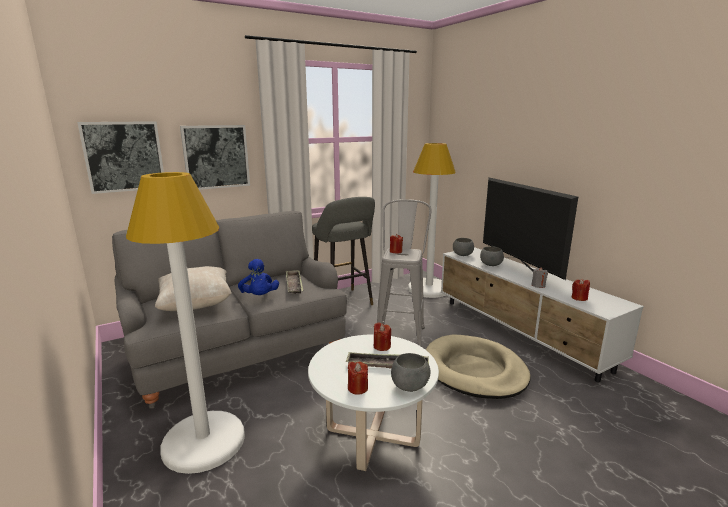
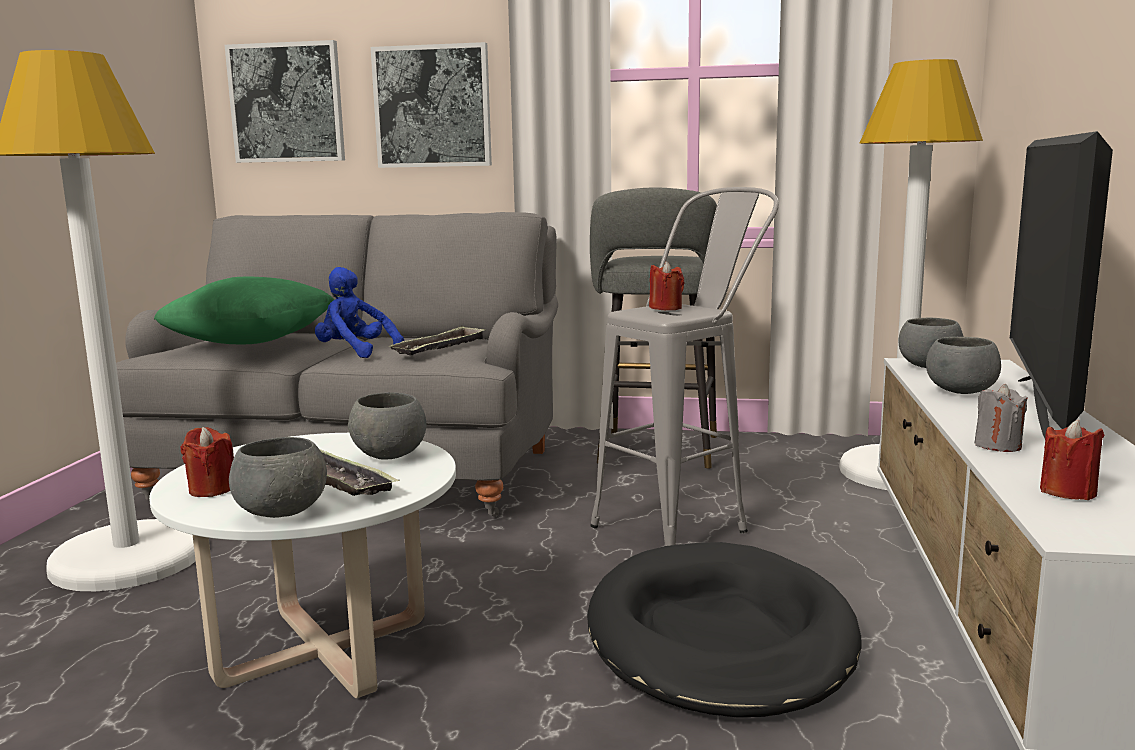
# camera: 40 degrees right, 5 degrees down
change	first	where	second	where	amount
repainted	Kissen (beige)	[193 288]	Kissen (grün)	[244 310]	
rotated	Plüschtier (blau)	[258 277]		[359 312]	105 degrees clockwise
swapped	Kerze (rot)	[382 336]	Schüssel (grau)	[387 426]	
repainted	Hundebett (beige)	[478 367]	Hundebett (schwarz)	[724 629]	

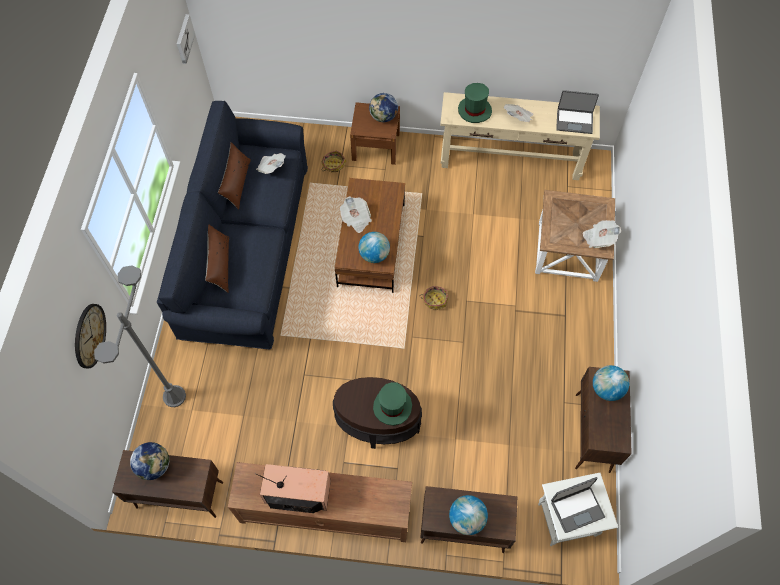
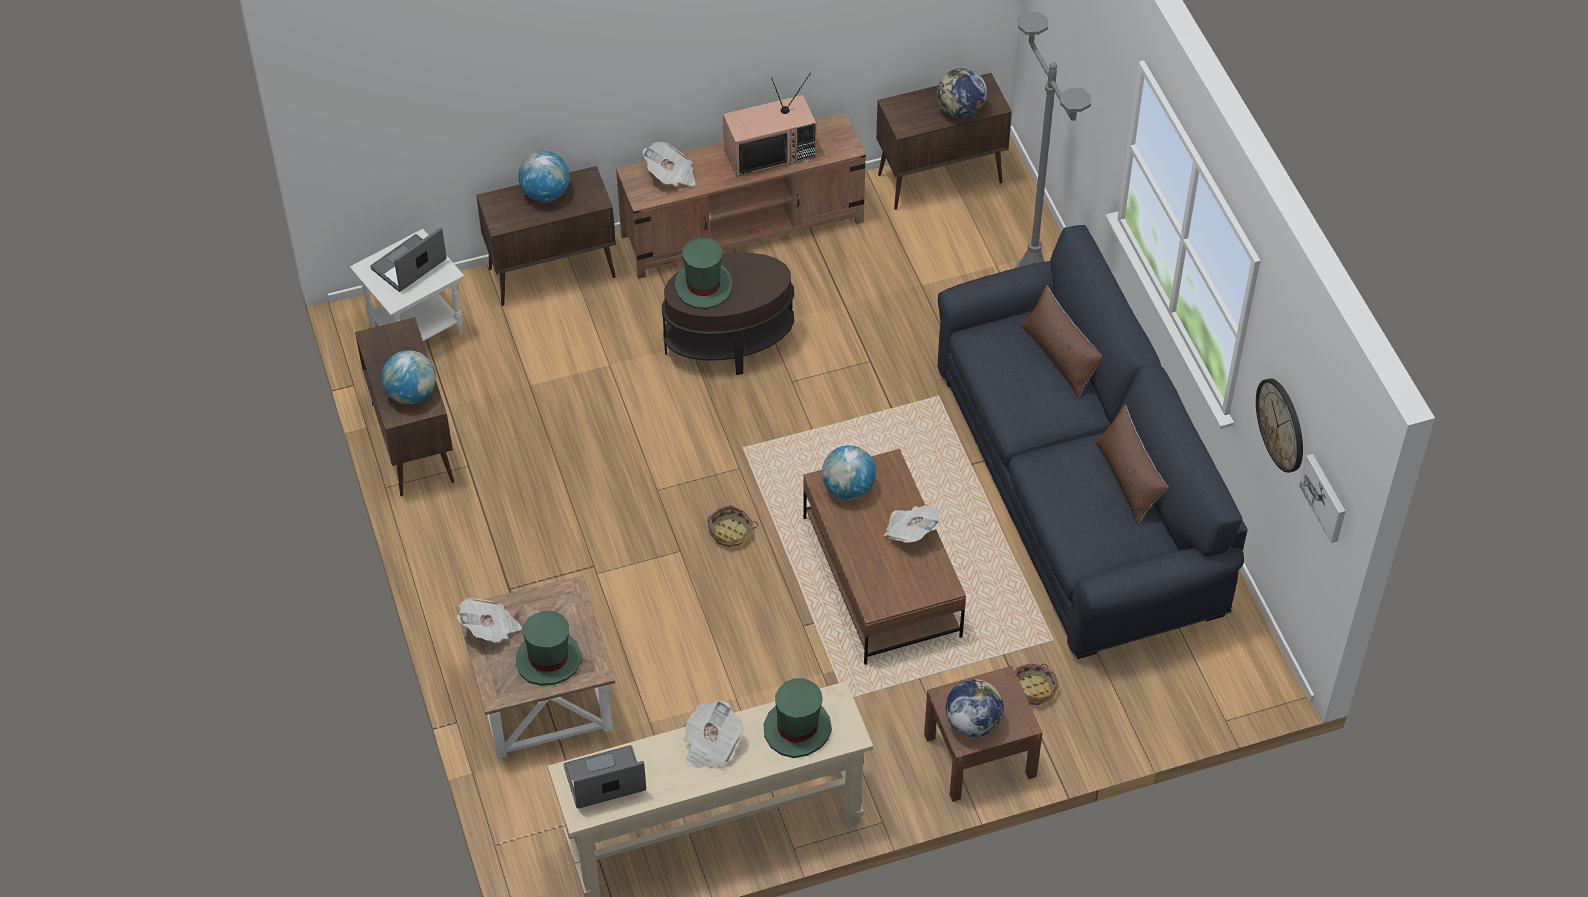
# camera: 155 degrees right, 10 degrees down
change	first	where	second	where	amount
new			Hut (grün)	[548 648]	
shifted	Zeitung	[271 163]		[669 164]	
shifted	Wanduhr	[90 336]		[1279 425]	

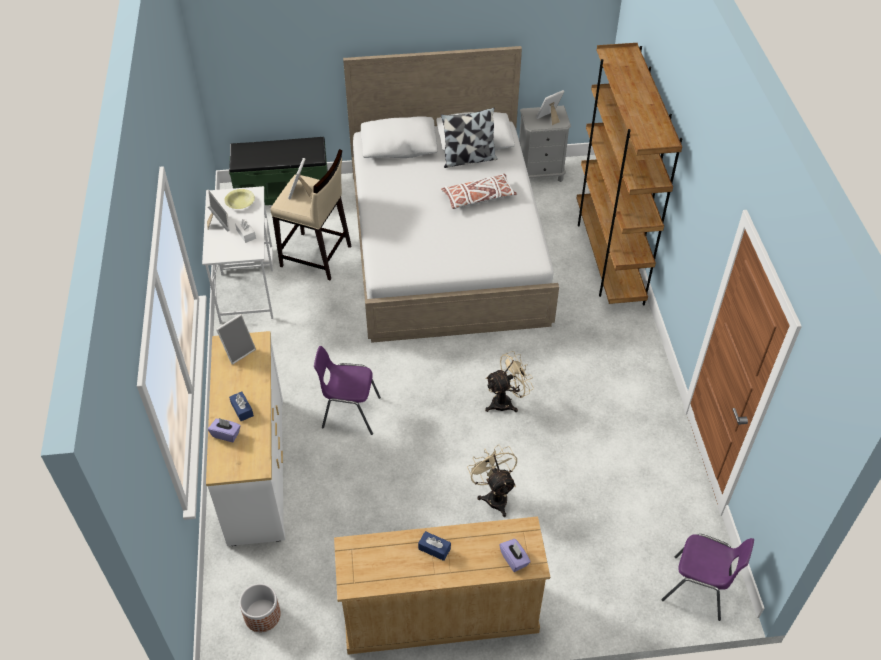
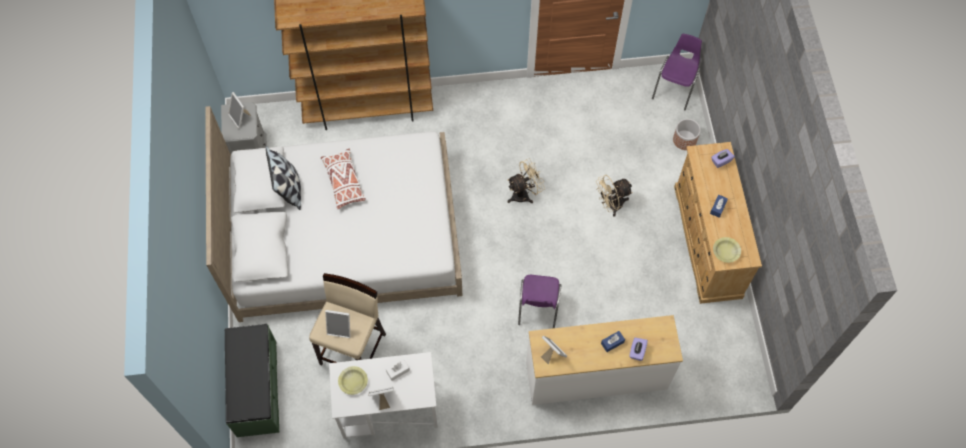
# camera: 90 degrees left, 15 degrees up
change	first	where	second	where	amount
rotated	Ventilator (beige)	[509 381]		[526 180]	90 degrees clockwise
shifted	Pflanzkübel	[260 608]		[687 134]	
new			Schüssel (gelb)	[727 250]	

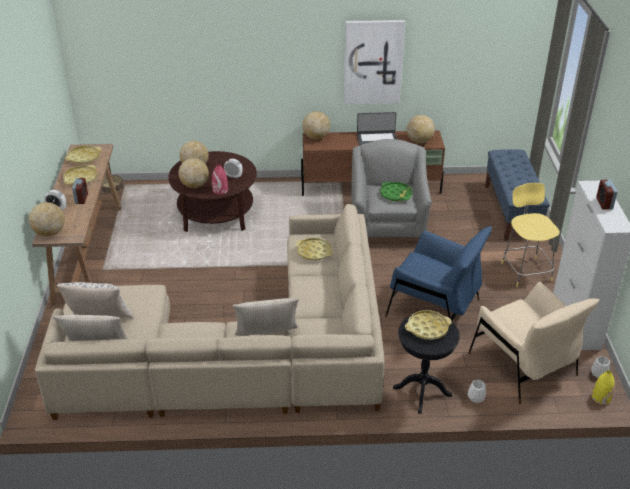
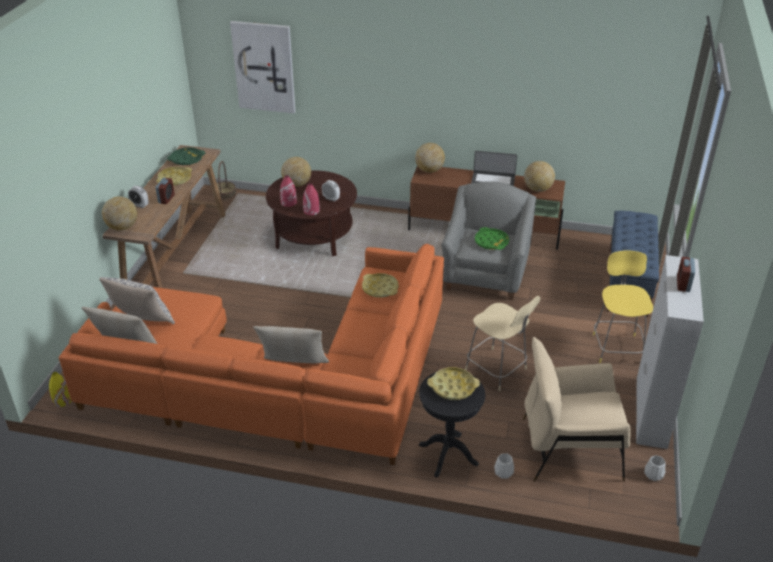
# camera: 15 degrees right, 0 degrees up
change	first	where	second	where	amount
shifted	Vase (gelb)	[603 387]		[60 389]	
repainted	Sofa (beige)	[210 312]	Sofa (orange)	[251 354]	
repainted	Tablett (gelb)	[83 155]	Tablett (grün)	[186 156]	
shifted	Bild	[374 62]		[263 67]	
swapped	Globus	[194 173]	Vase (rot)	[288 191]	
swapped	Sessel (blau)	[438 273]	Hocker (beige)	[502 343]	
rotated	Sessel (beige)	[534 343]		[577 409]	105 degrees clockwise

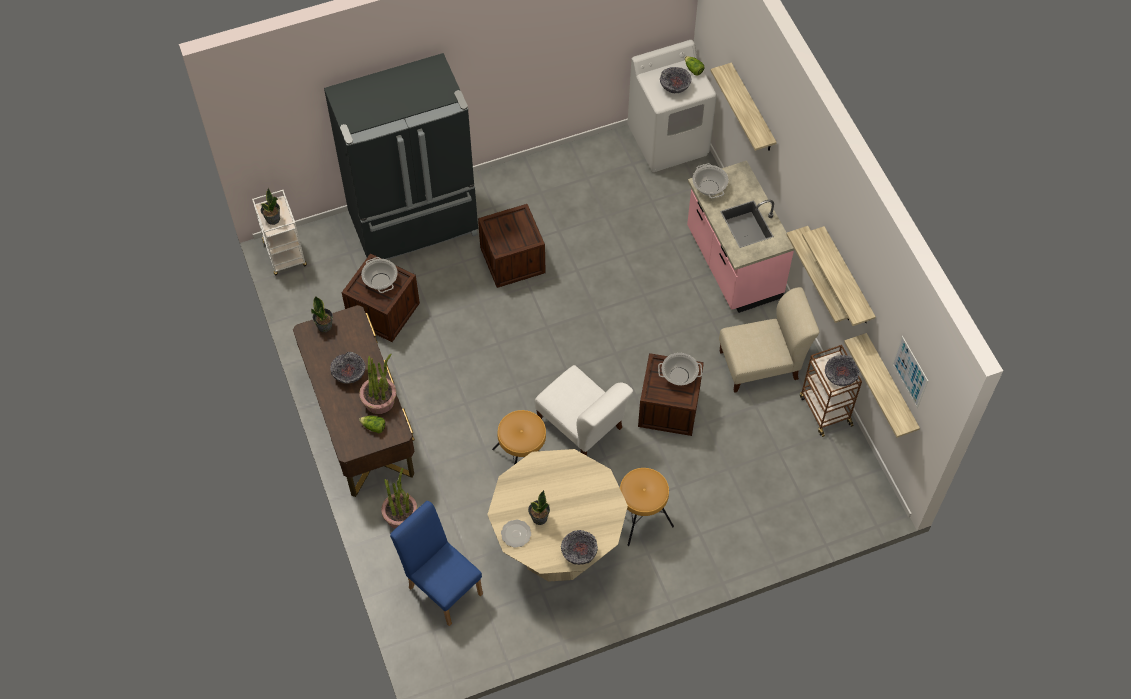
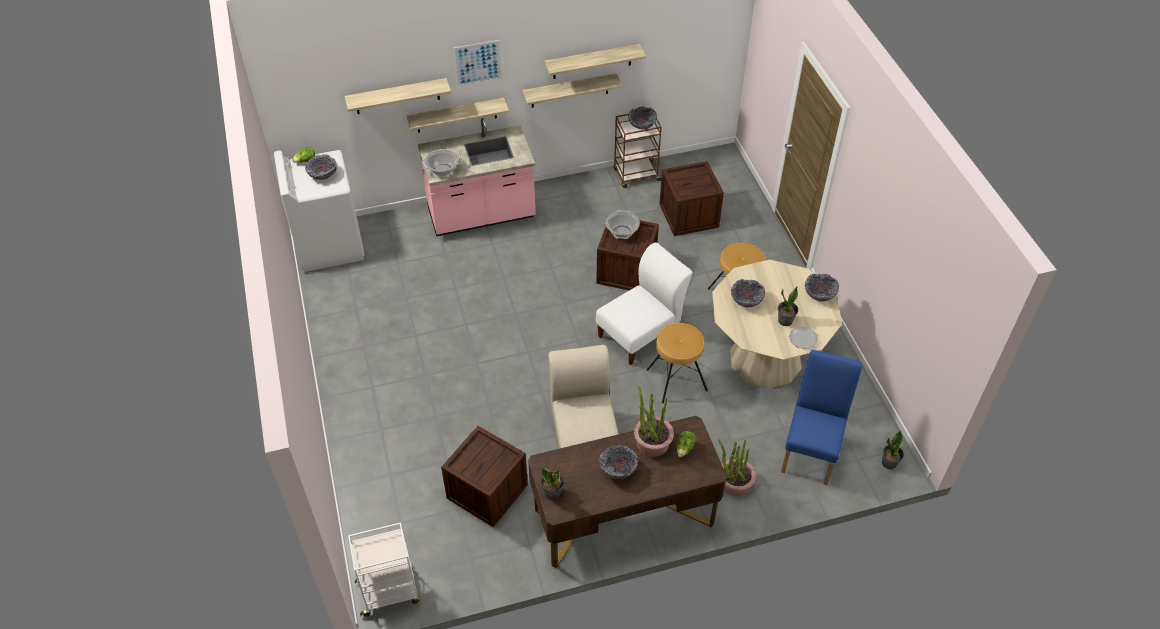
# camera: 85 degrees left, 10 degrees down
change	first	where	second	where	amount
shifted	Wandregal	[882 385]		[458 115]	
shifted	Bild	[910 372]		[478 63]	
shifted	Stuhl (beige)	[769 340]		[583 397]	
shifted	Kiste	[512 246]		[691 198]	
new			Schüssel	[748 293]	
rotated	Stuhl (blau)	[436 563]		[822 417]	150 degrees clockwise
shifted	Topfpflanze	[270 206]		[893 450]	
gone	Kühlschrank (schwarz)	[401 156]			
gone	Kochtopf	[379 275]			

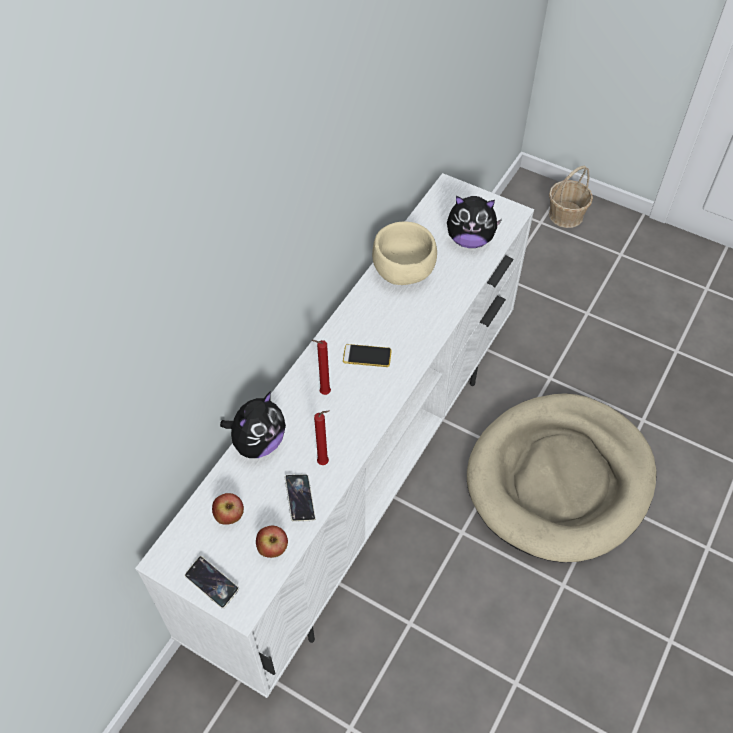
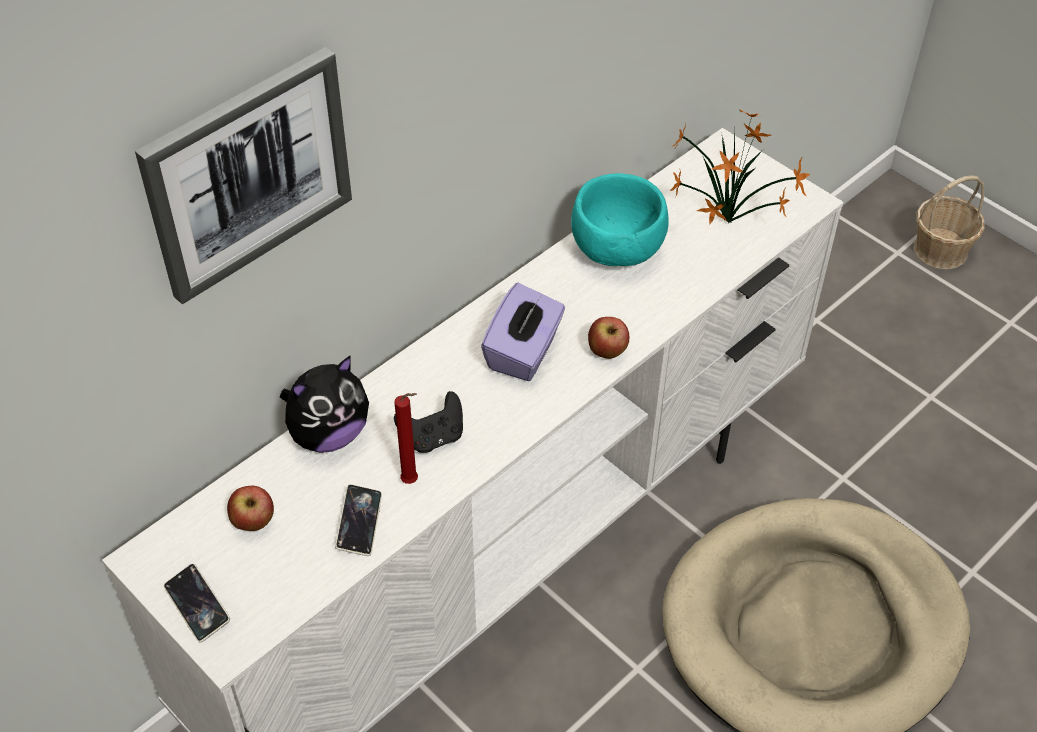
# camera: 15 degrees right, 5 degrees down
change	first	where	second	where	amount
new			Bild	[243 175]	
new			Gamepad (schwarz)	[428 422]	
swapped	Handy	[367 355]	Taschentuchbox (lila)	[523 332]	
repainted	Schüssel (beige)	[404 253]	Schüssel (türkis)	[620 219]	
shifted	Apfel	[272 541]		[608 338]	
swapped	Plüschtier	[474 222]	Topfpflanze	[740 167]	
gone	Kerze (rot)	[321 367]			

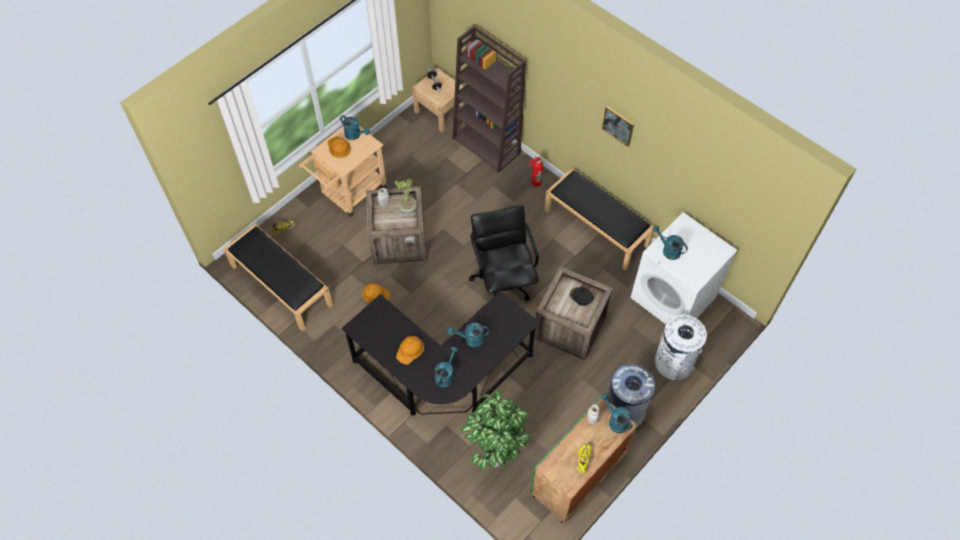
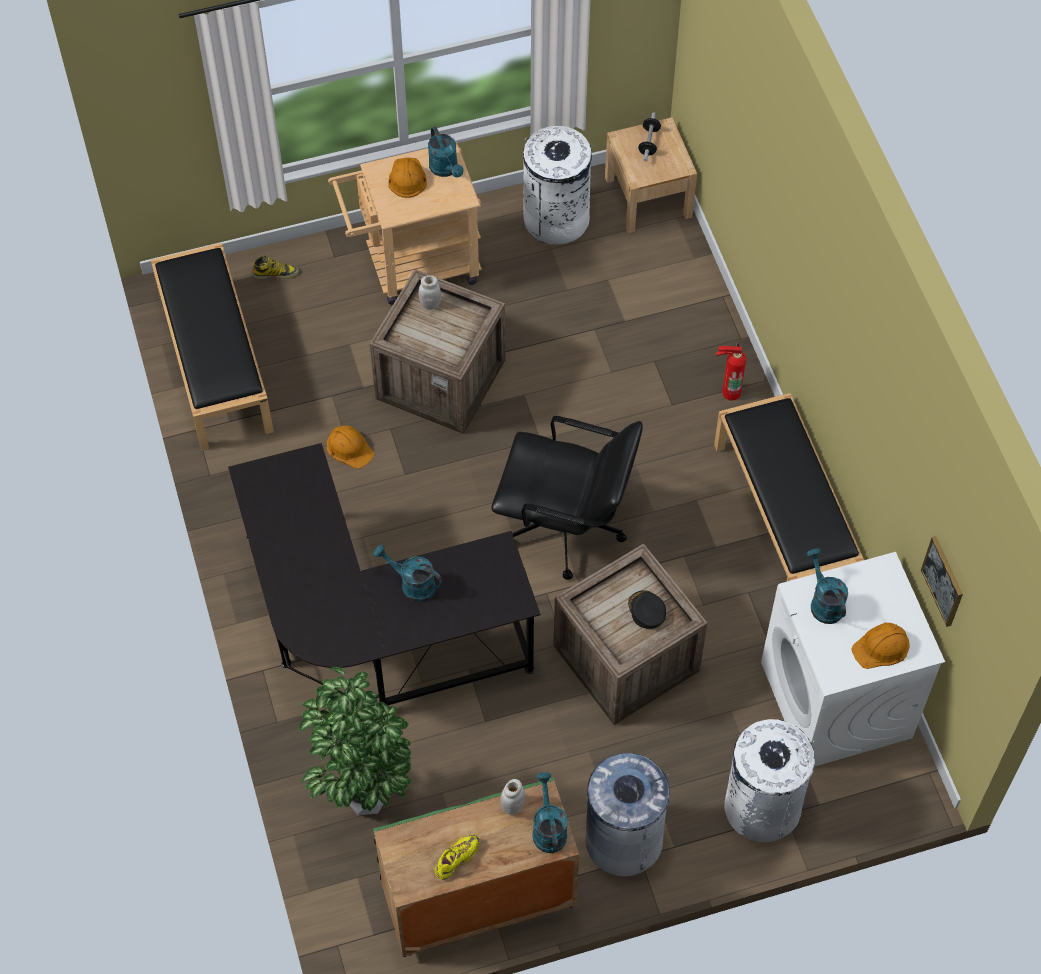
# camera: 30 degrees right, 0 degrees up
change	first	where	second	where	amount
rotated	Bürostuhl (schwarz)	[504 253]		[567 498]	90 degrees clockwise
new			Mülleimer (weiß)	[557 185]	
shifted	Schutzhelm (orange)	[410 350]		[880 646]	
shifted	Bild	[618 126]		[942 581]	
gone	Topfpflanze	[405 196]			
gone	Gießkanne (türkis)	[446 367]			
gone	Bücherregal (braun)	[489 99]			

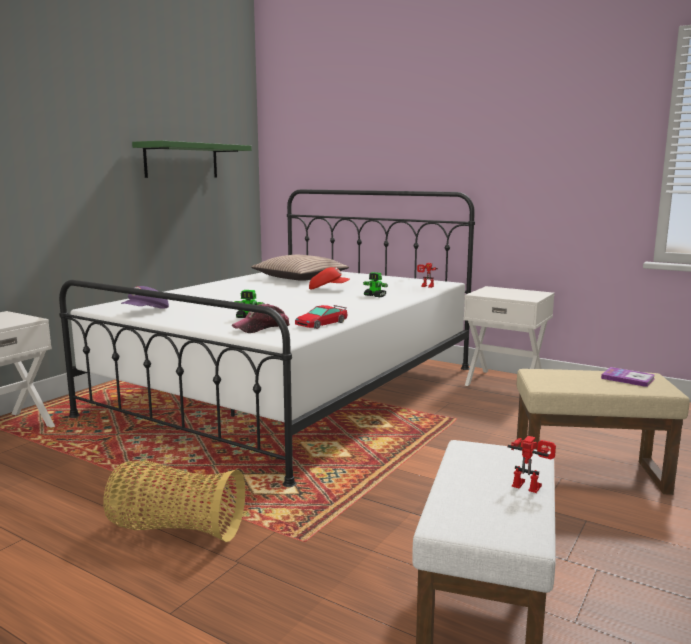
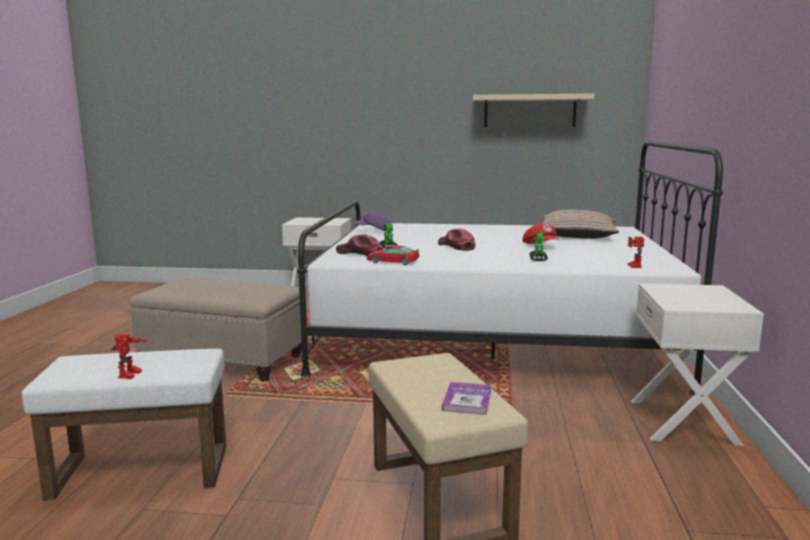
# camera: 65 degrees right, 0 degrees up
change	first	where	second	where	amount
swapped	Korb	[174 501]	Polsterhocker (beige)	[215 330]	
new			Kappe	[456 240]	
repainted	Wandregal (grün)	[191 159]	Wandregal (beige)	[534 110]	

